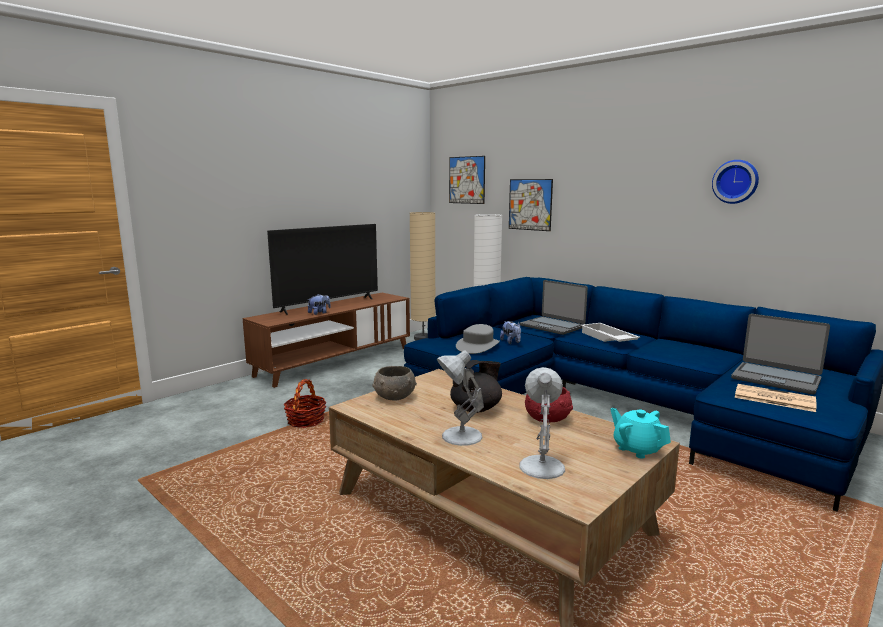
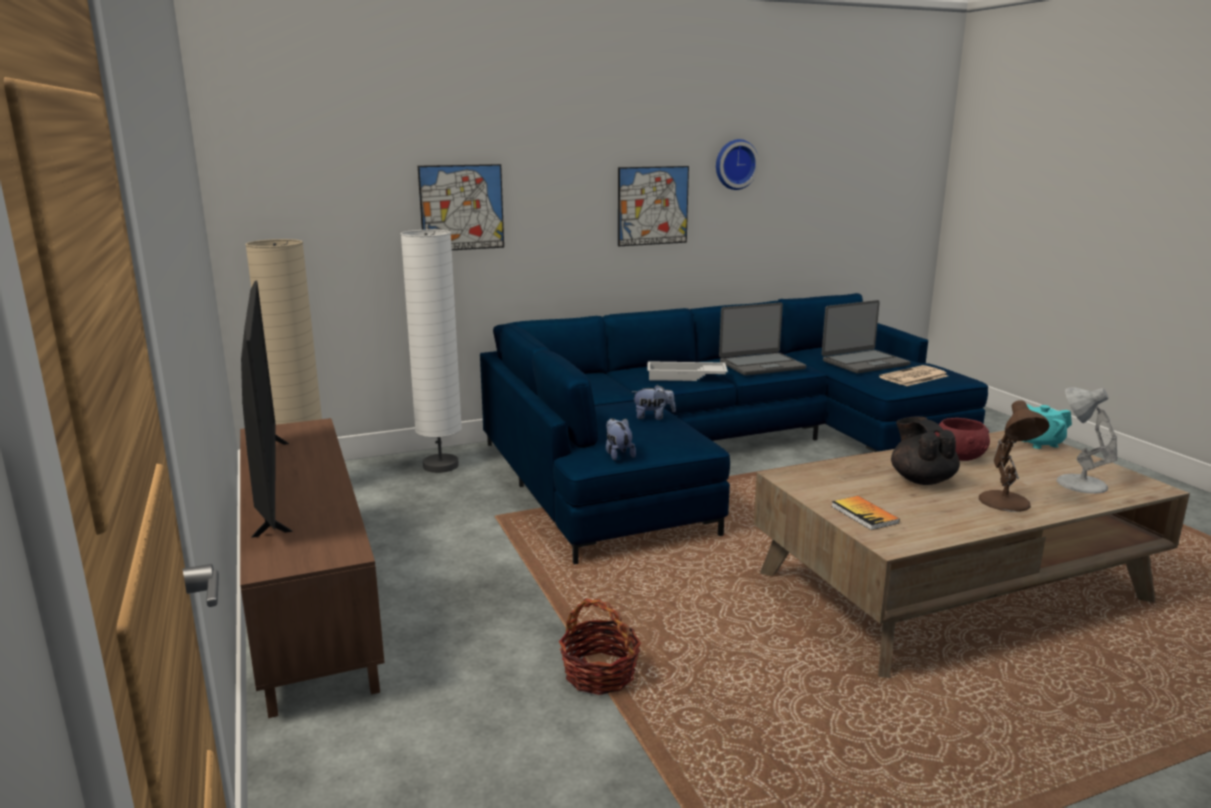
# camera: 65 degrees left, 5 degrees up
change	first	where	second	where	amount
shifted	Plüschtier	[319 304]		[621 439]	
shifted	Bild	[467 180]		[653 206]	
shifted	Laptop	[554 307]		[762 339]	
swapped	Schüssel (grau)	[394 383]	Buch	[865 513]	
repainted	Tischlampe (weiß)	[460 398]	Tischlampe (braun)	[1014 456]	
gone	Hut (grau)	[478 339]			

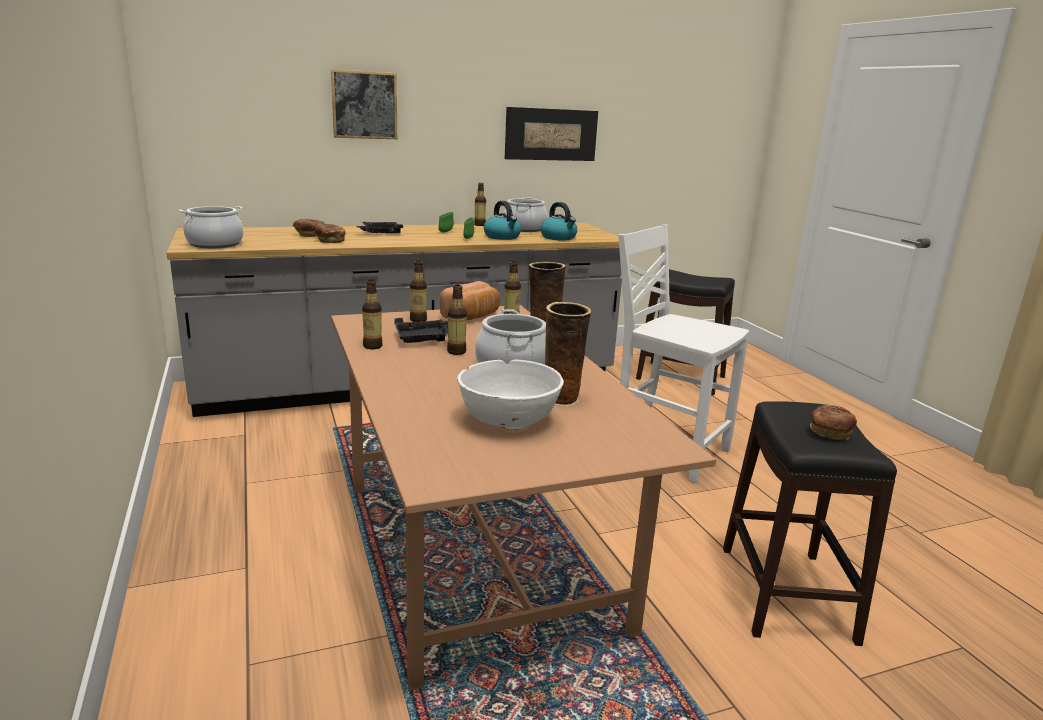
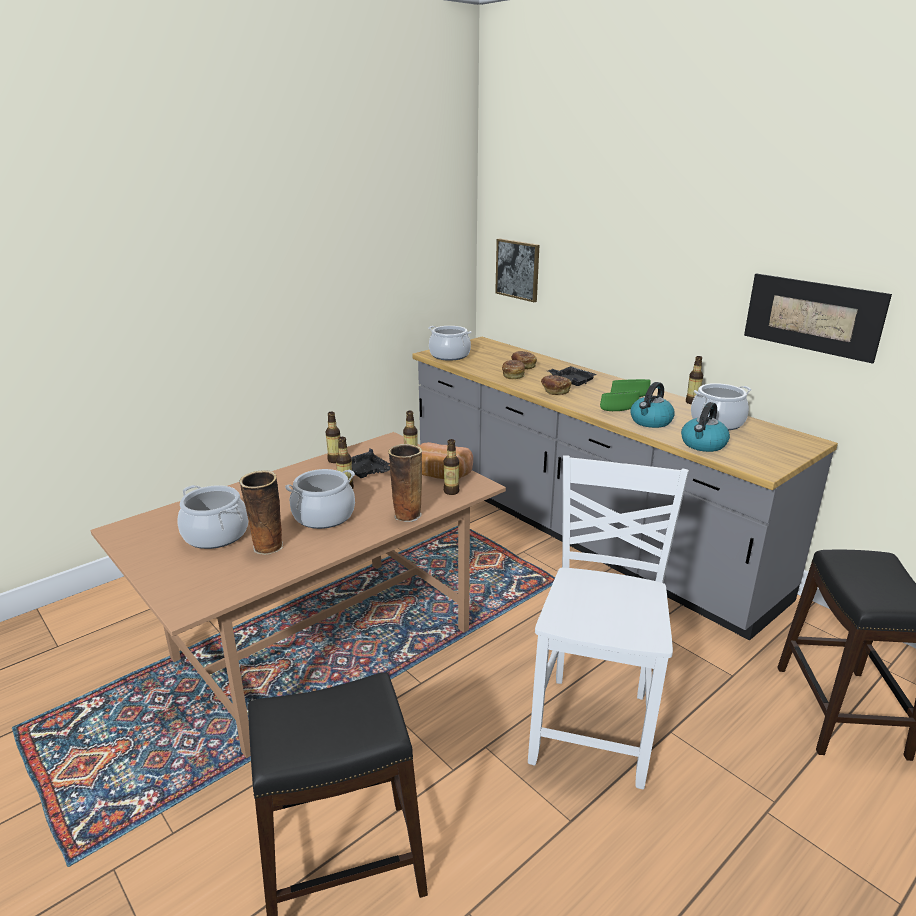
# camera: 70 degrees right, 5 degrees up
change	first	where	second	where	amount
swapped	Schüssel (weiß)	[510 395]	Kochtopf	[212 517]	
shifted	Bild	[364 104]		[517 270]	
shifted	Brot	[833 422]		[556 385]	

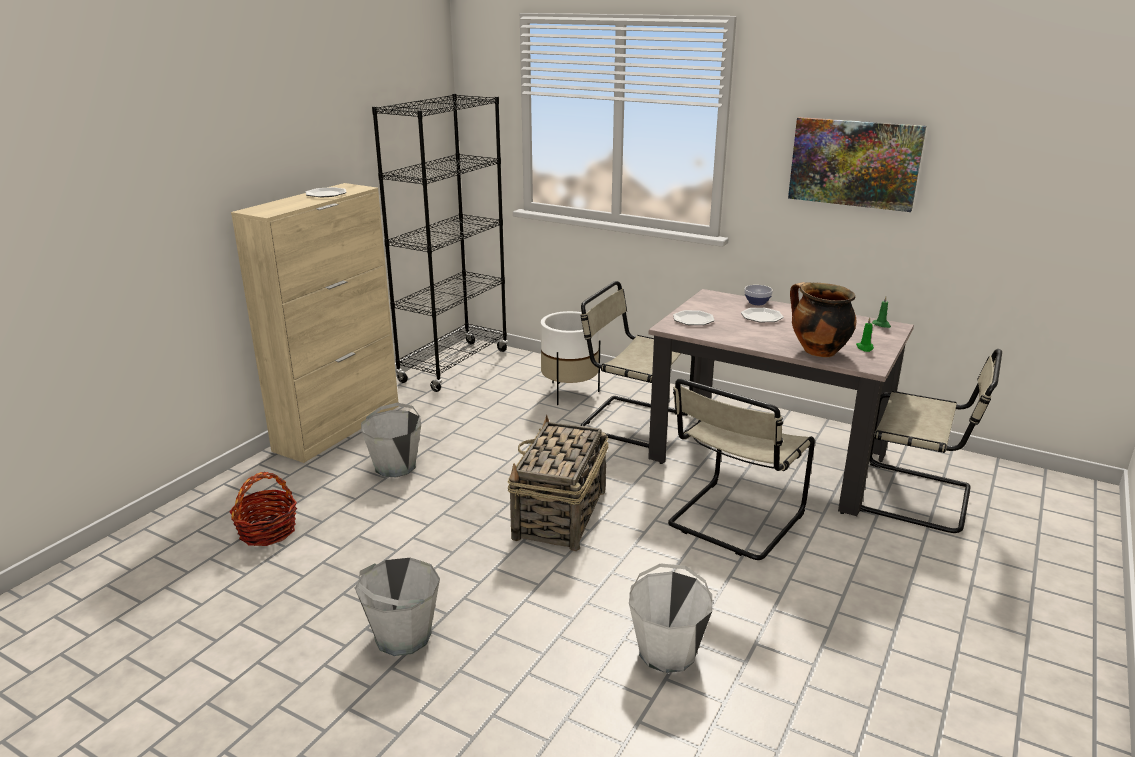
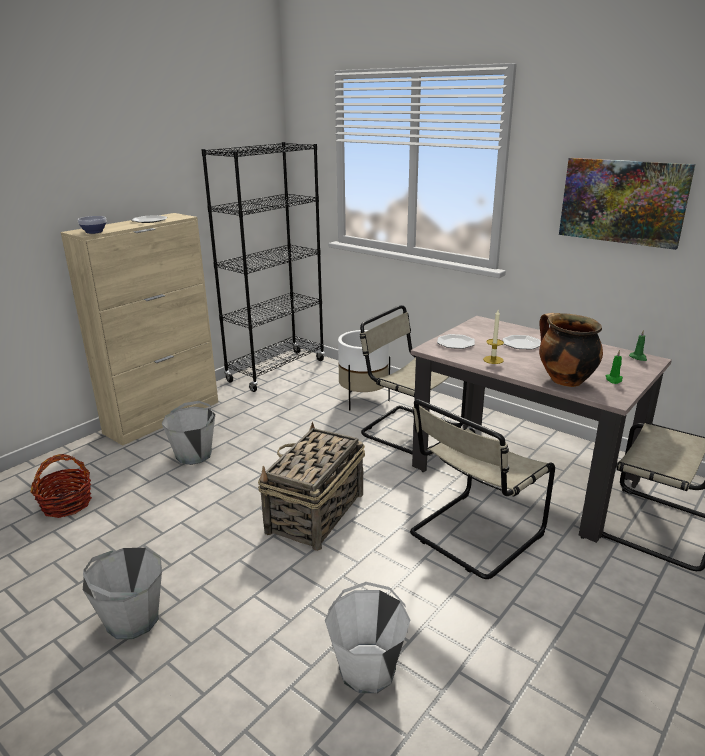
# camera: 10 degrees right, 0 degrees up
change	first	where	second	where	amount
shifted	Schüssel	[758 295]		[92 225]	
new			Kerze	[493 337]	

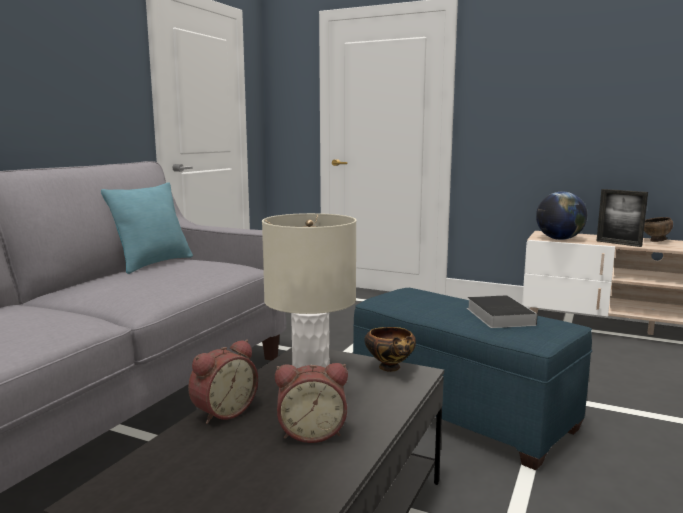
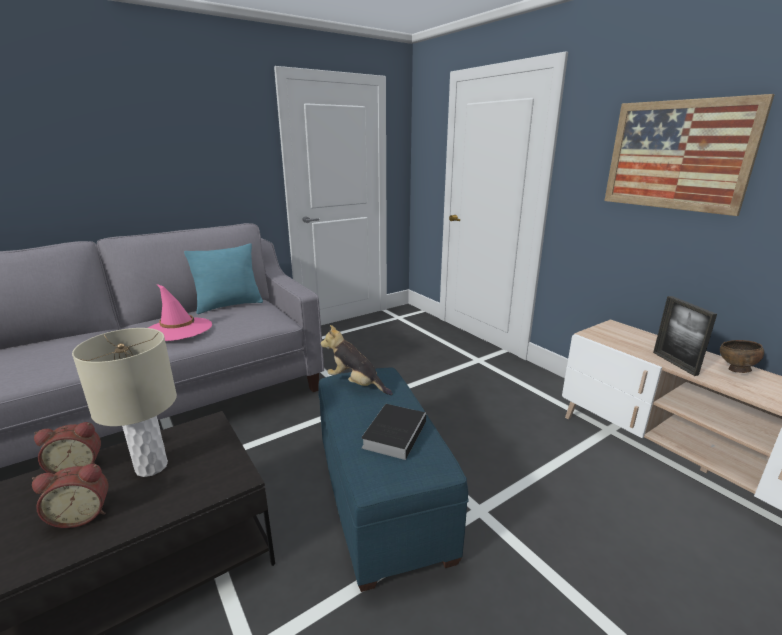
# camera: 30 degrees right, 10 degrees up
change	first	where	second	where	amount
rotated	Wecker	[311 403]		[70 496]	45 degrees counterclockwise
new			Hut (rosa)	[180 312]	
new			Plüschtier	[357 360]	
new			Bild	[689 155]	
gone	Schüssel	[390 349]			
gone	Globus	[561 216]			

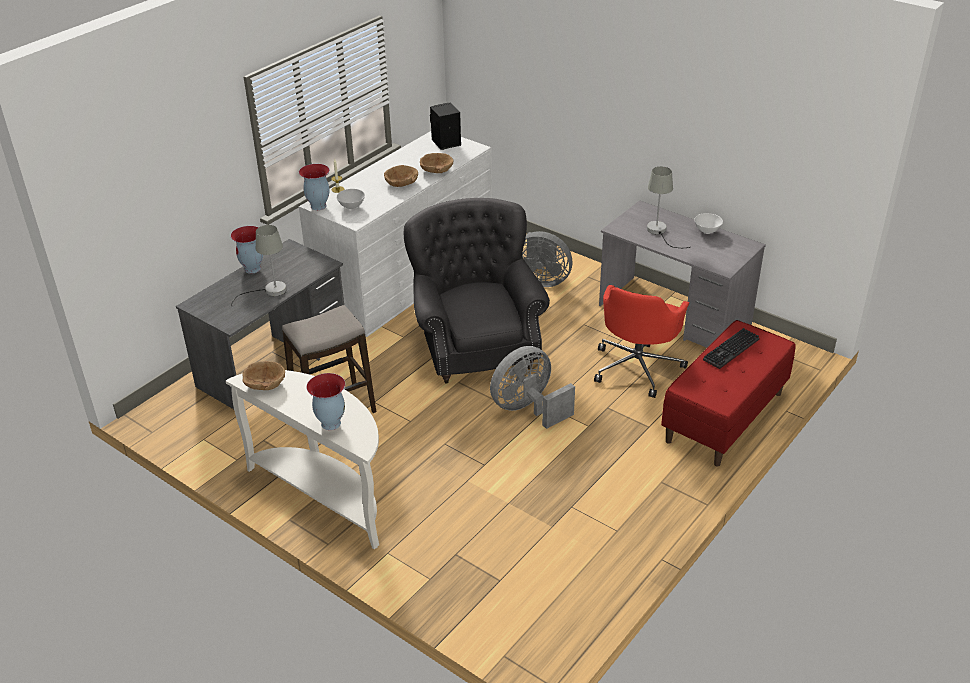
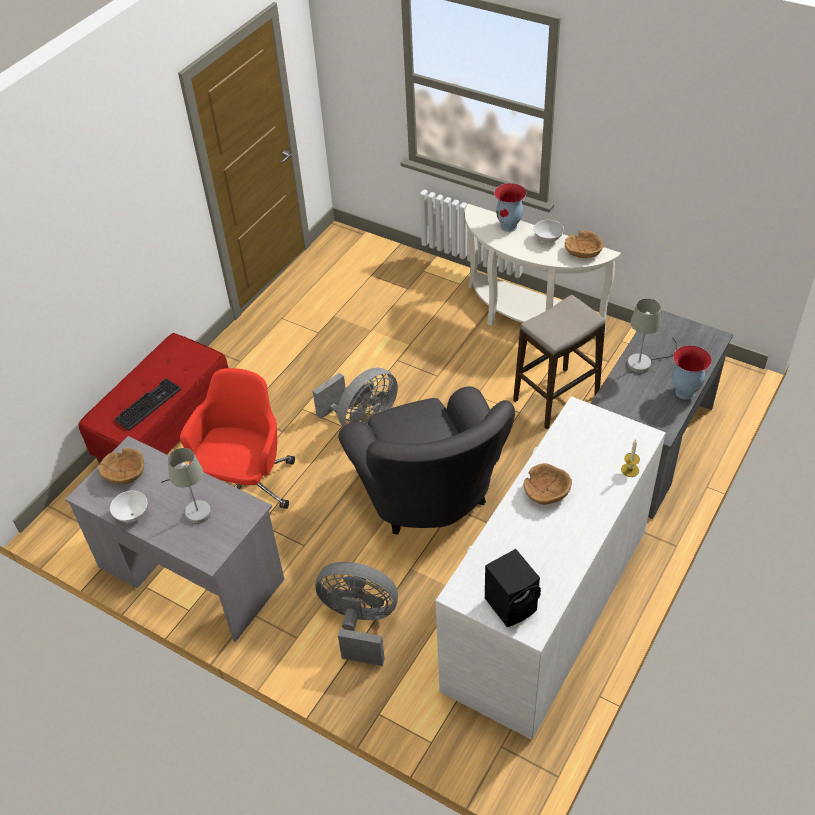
# camera: 175 degrees right, 10 degrees up
change	first	where	second	where	amount
shifted	Schüssel (braun)	[436 163]		[121 466]	
shifted	Schüssel (weiß)	[350 199]		[549 231]	
gone	Vase	[314 187]			

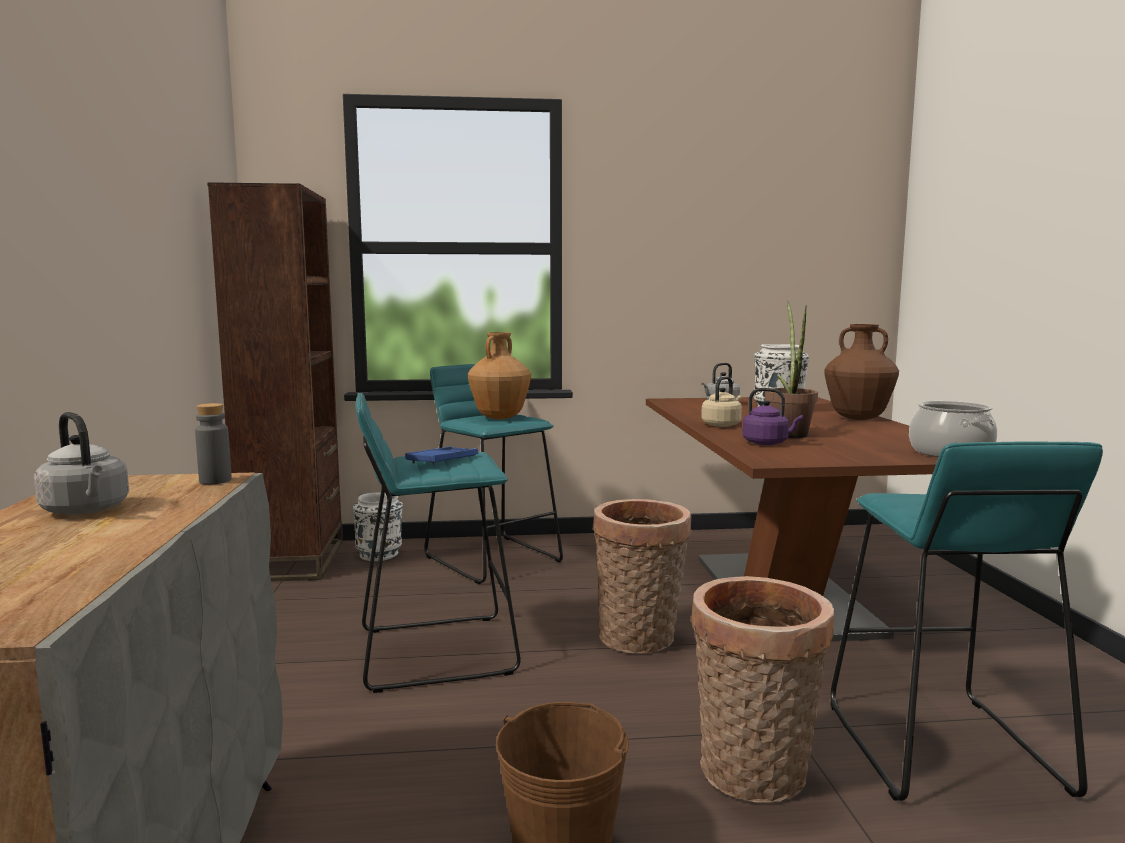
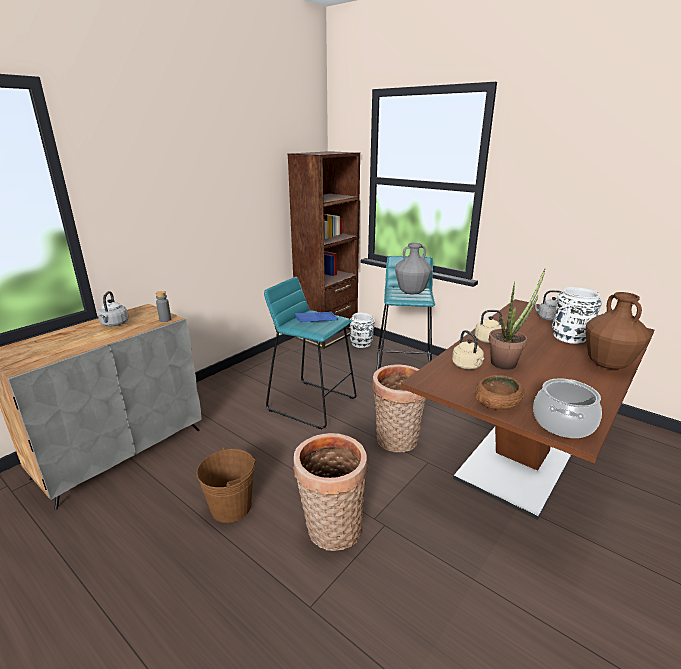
# camera: 45 degrees right, 15 degrees up
change	first	where	second	where	amount
repainted	Vase (braun)	[499 375]	Vase (grau)	[413 268]	
repainted	Wasserkessel (lila)	[772 416]	Wasserkessel (beige)	[468 349]	
new			Schüssel (braun)	[500 392]	
gone	Hocker (türkis)	[966 621]			

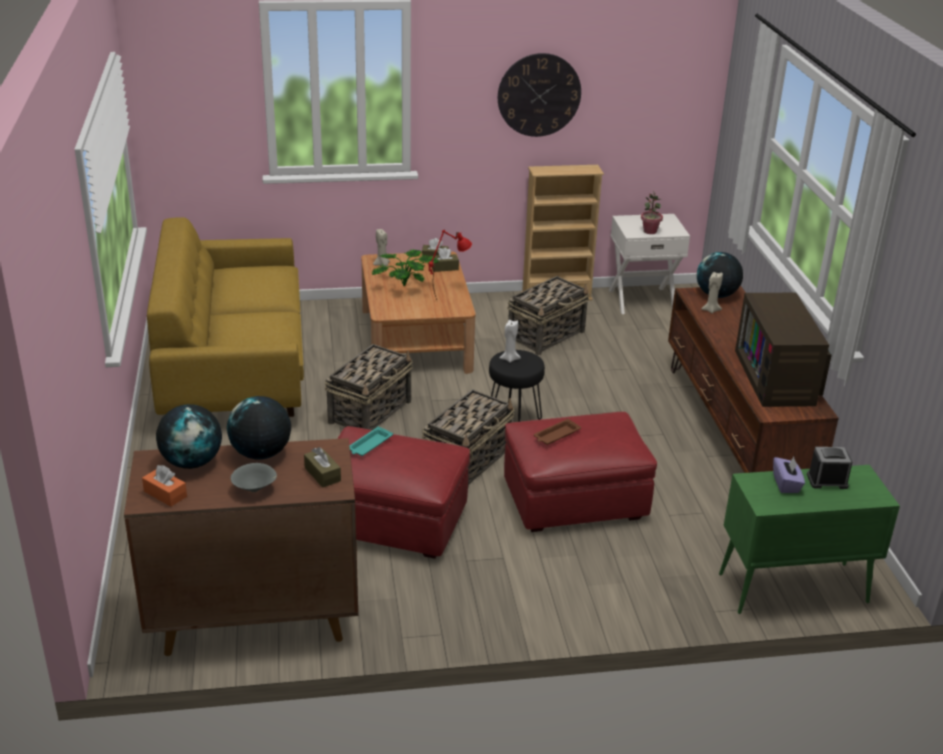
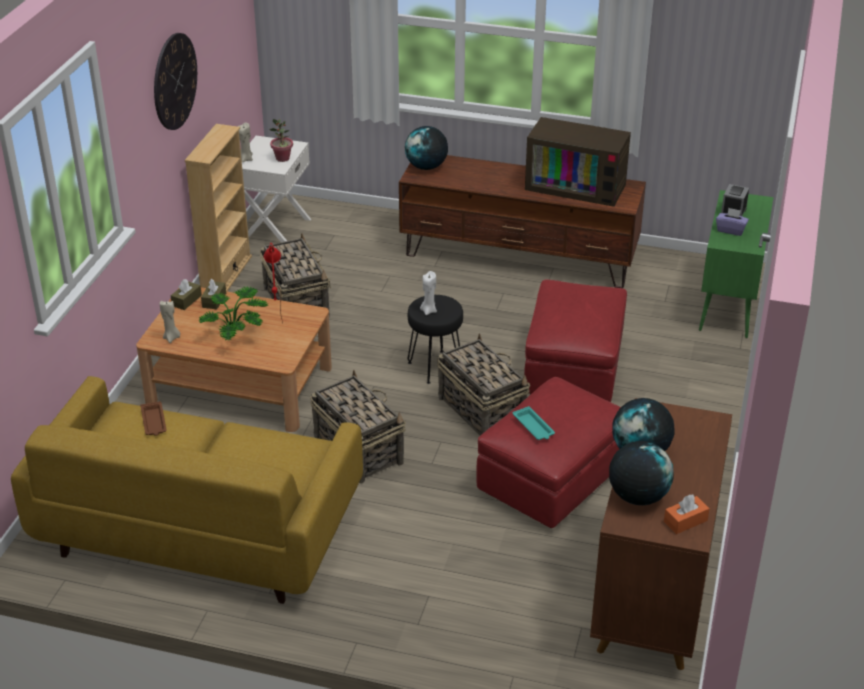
# camera: 65 degrees left, 5 degrees up
change	first	where	second	where	amount
shifted	Tablett (braun)	[557 432]		[153 418]	
shifted	Kerze (beige)	[712 293]		[245 142]	
gone	Schüssel (grau)	[254 477]			
gone	Taschentuchbox (braun)	[322 467]			

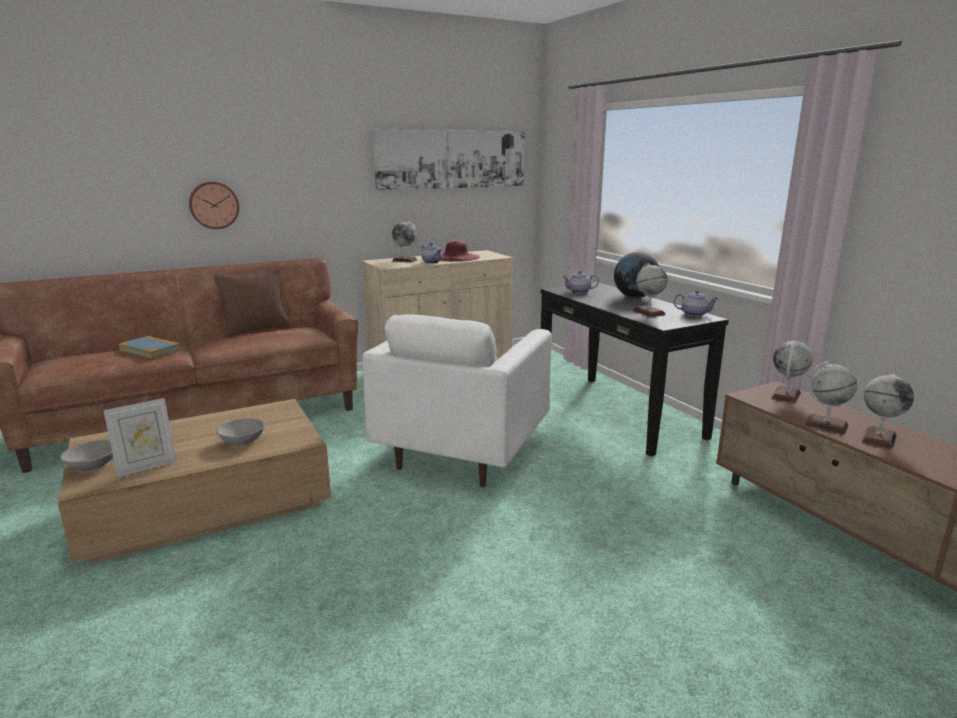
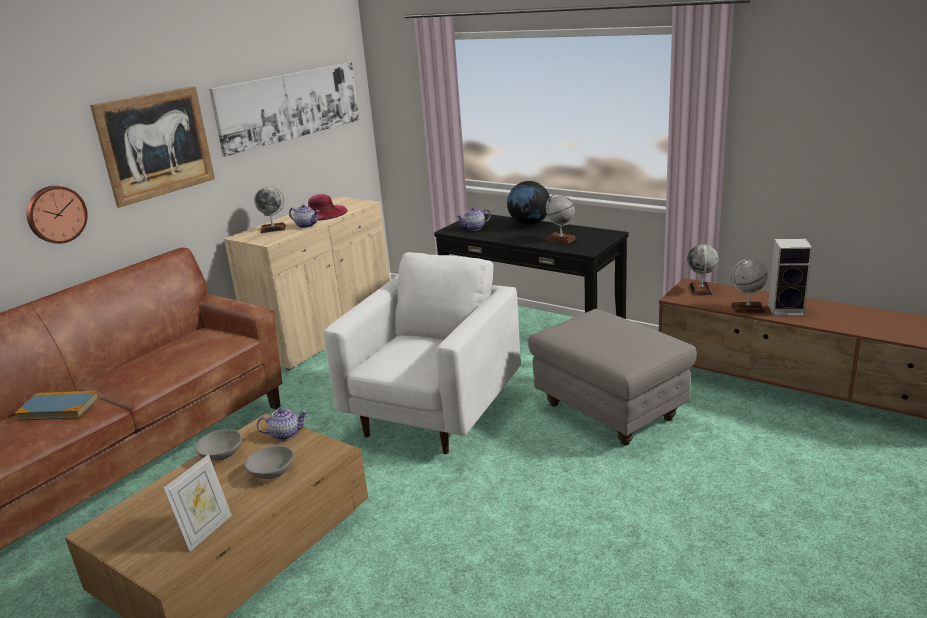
# camera: 25 degrees left, 5 degrees up
change	first	where	second	where	amount
new			Bild	[152 147]	
shifted	Schüssel (grau)	[86 455]		[218 445]	
shifted	Teekanne	[696 303]		[282 424]	
rotated	Sessel (weiß)	[457 400]		[422 353]	150 degrees counterclockwise
new			Polsterhocker (grau)	[612 377]	
swapped	Globus	[888 410]	Lautsprecher	[790 277]	
gone	Kissen (braun)	[252 303]			

